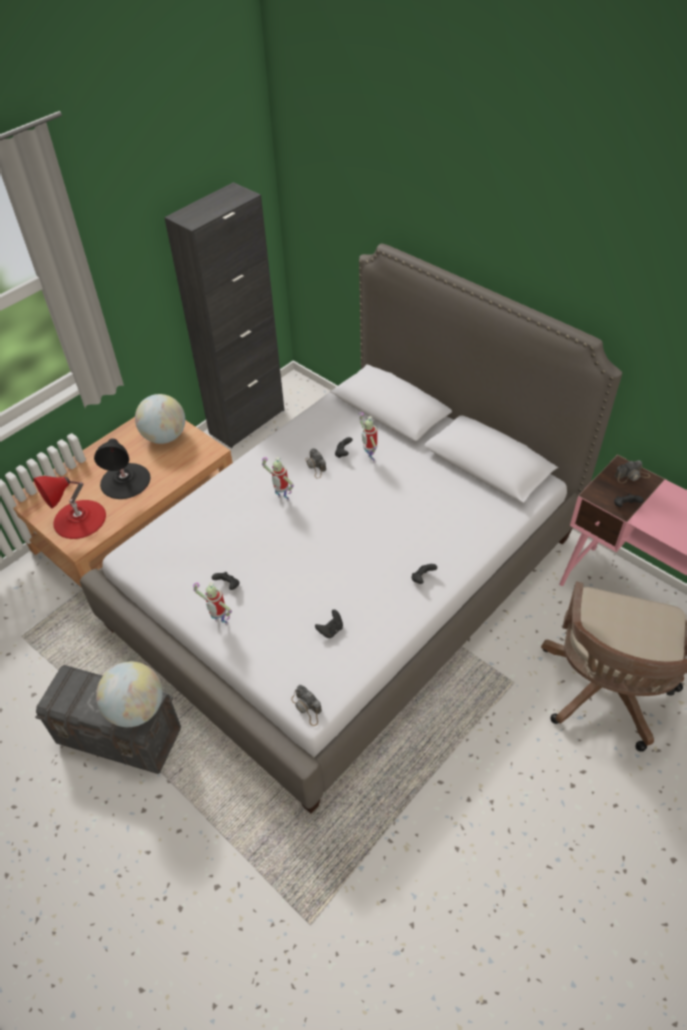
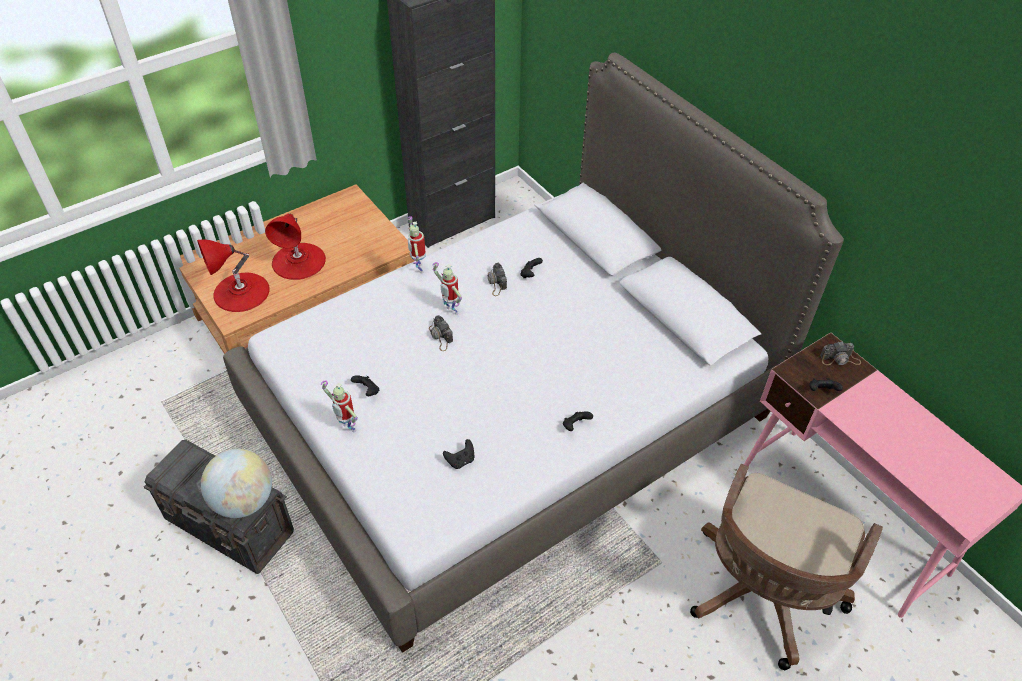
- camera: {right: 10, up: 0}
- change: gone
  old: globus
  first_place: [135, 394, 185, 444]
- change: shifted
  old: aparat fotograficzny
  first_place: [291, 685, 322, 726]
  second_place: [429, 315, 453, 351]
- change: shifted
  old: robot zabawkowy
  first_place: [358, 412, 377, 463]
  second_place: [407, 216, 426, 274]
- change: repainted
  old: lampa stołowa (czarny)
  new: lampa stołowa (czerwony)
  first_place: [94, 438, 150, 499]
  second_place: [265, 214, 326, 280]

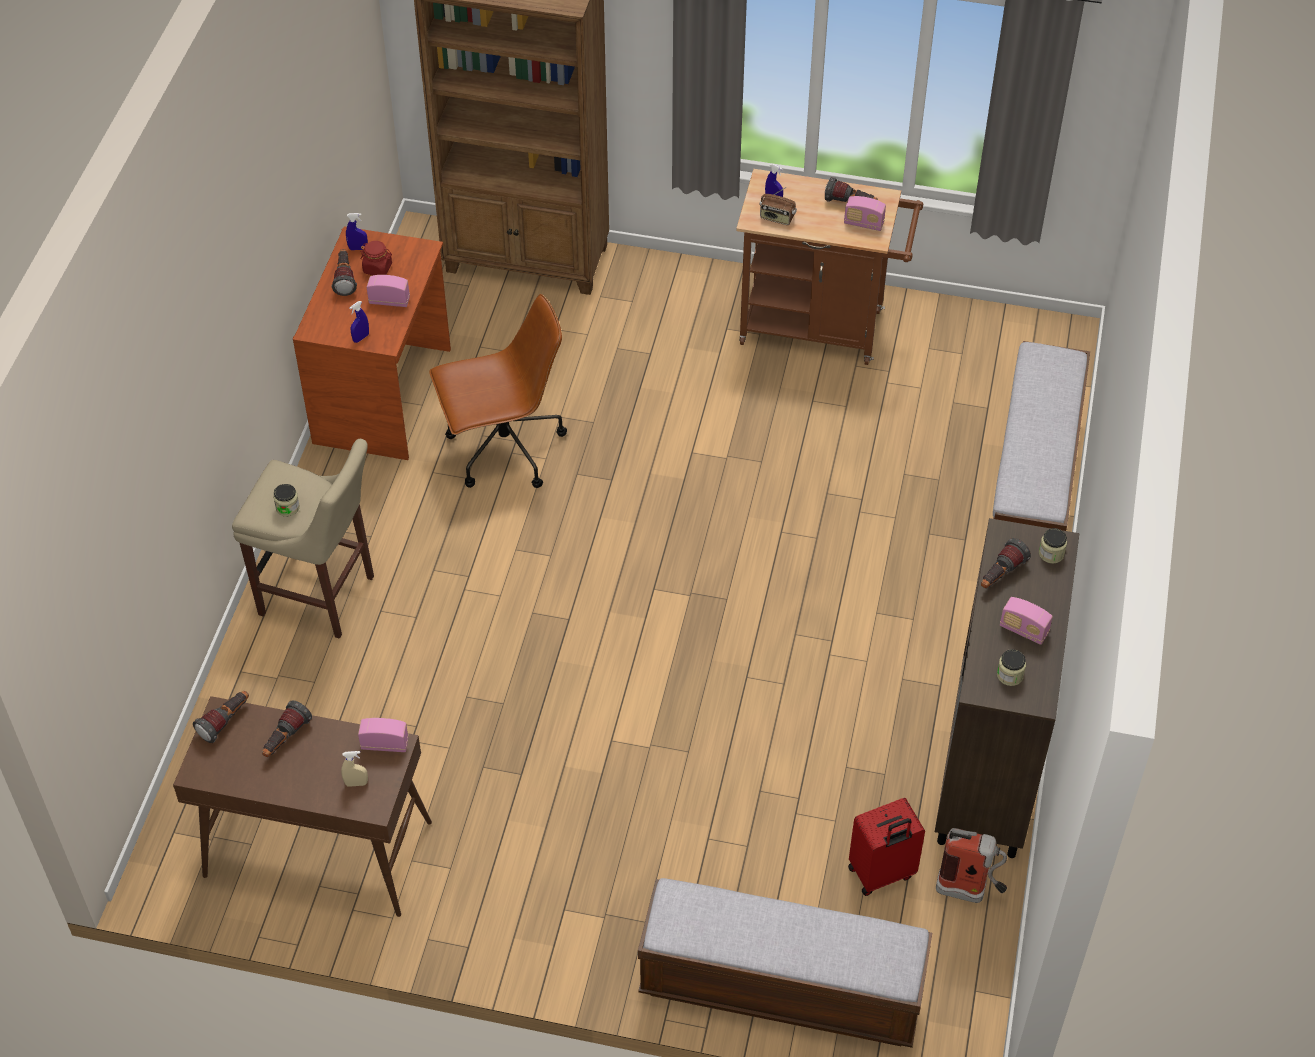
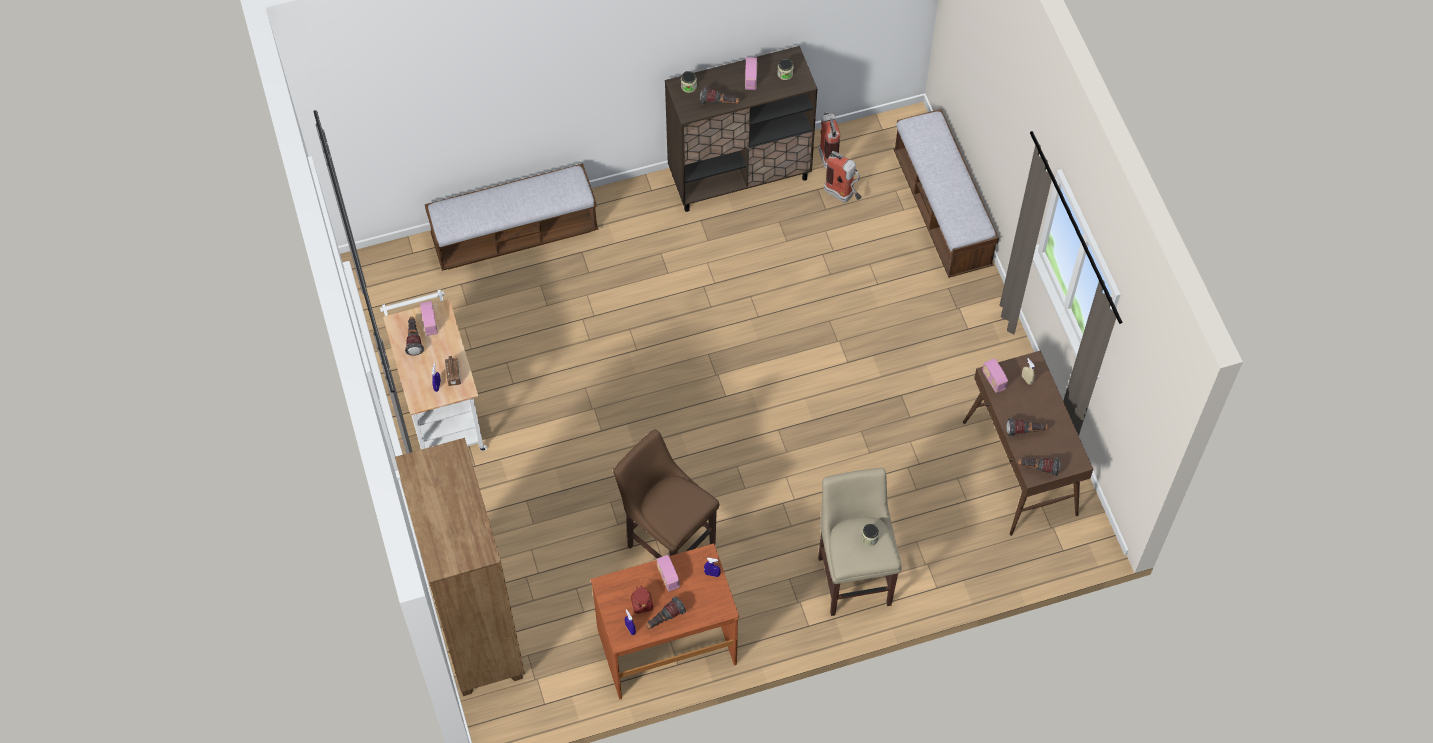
- camera: {right: -120, up: 10}
- change: swapped
  old: krzesło biurowe (brązowy)
  new: stołek (brązowy)
  first_place: [429, 294, 567, 488]
  second_place: [613, 430, 719, 558]
- change: swapped
  old: walizka (czerwony)
  new: gaśnica
  first_place: [848, 798, 925, 896]
  second_place: [824, 151, 862, 203]
- change: repainted
  old: wózek (brązowy)
  new: wózek (biały)
  first_place: [736, 169, 923, 365]
  second_place: [380, 290, 487, 451]

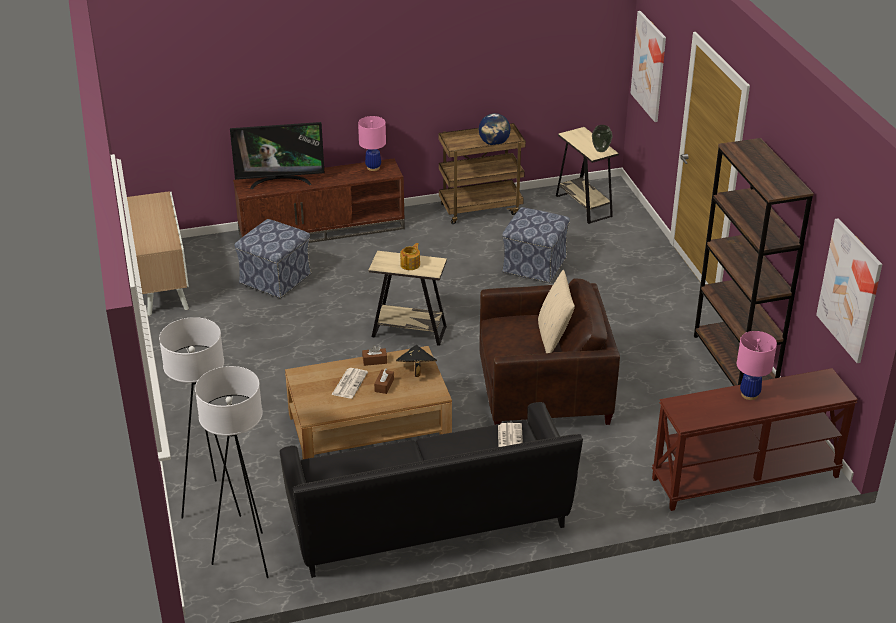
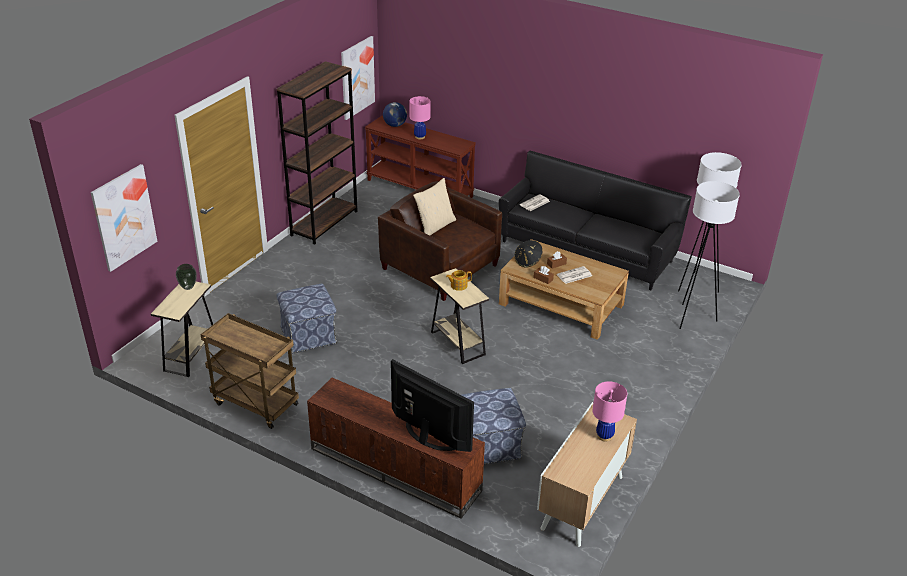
- camera: {right: -135, up: 0}
- change: shifted
  old: lampa stołowa (różowy)
  first_place: [358, 116, 386, 171]
  second_place: [593, 381, 627, 441]
- change: shifted
  old: globus
  first_place: [479, 113, 511, 145]
  second_place: [383, 102, 407, 127]

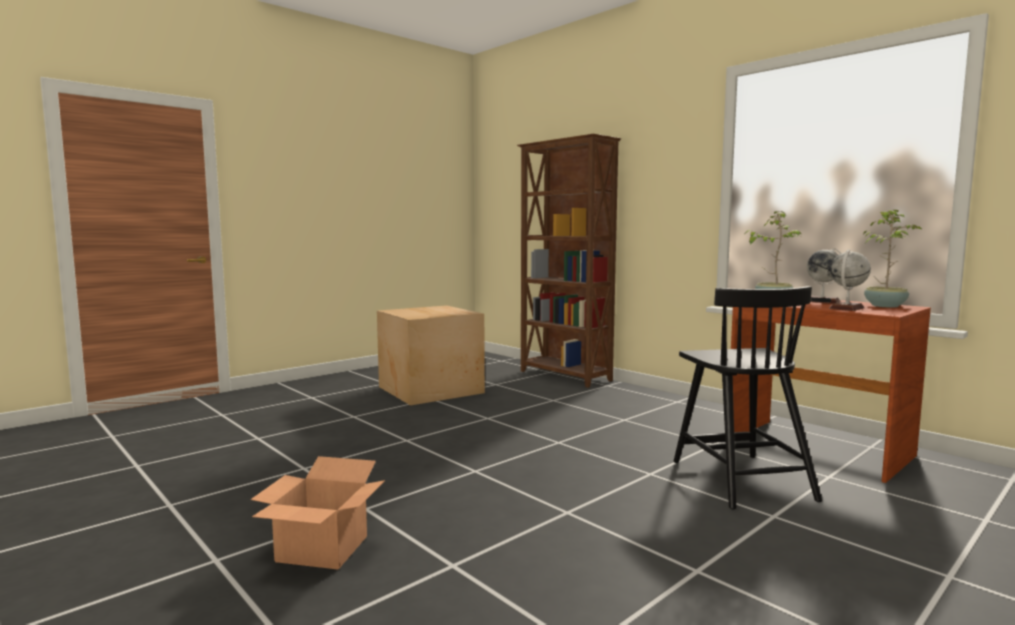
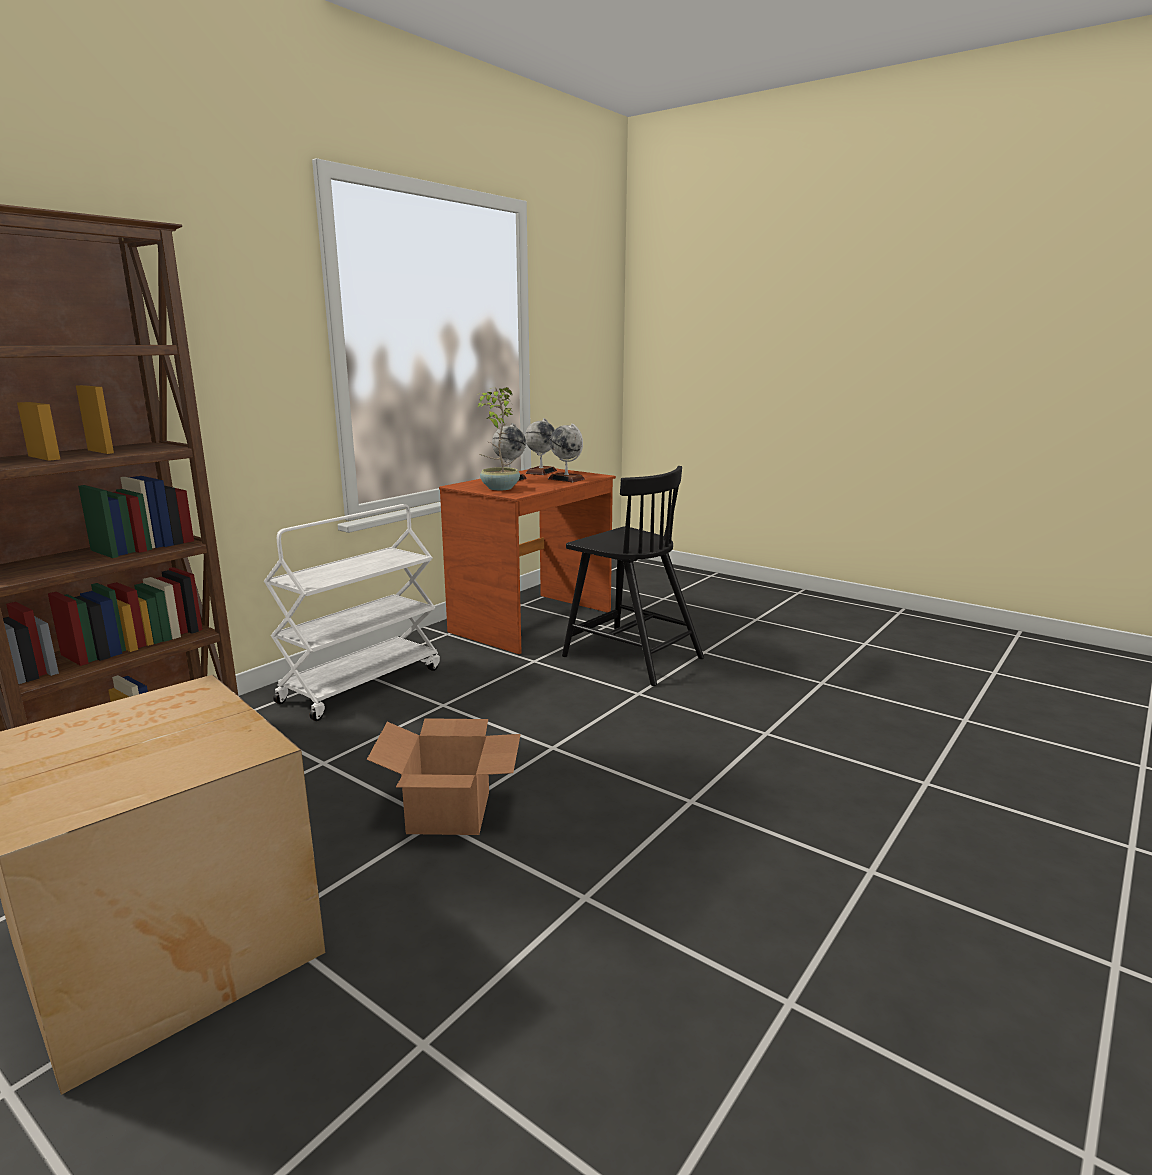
- camera: {right: -100, up: 10}
- change: new
  new: wózek (biały)
  second_place: [264, 504, 440, 721]
- change: shifted
  old: karton
  first_place: [251, 456, 385, 570]
  second_place: [367, 718, 521, 835]
- change: swapped
  old: roślina doniczkowa
  new: globus
  first_place: [863, 210, 923, 308]
  second_place: [525, 418, 557, 475]
- change: rotated
  old: krzesło (czarny)
  first_place: [673, 286, 822, 509]
  second_place: [562, 466, 704, 686]
  degrees: 60

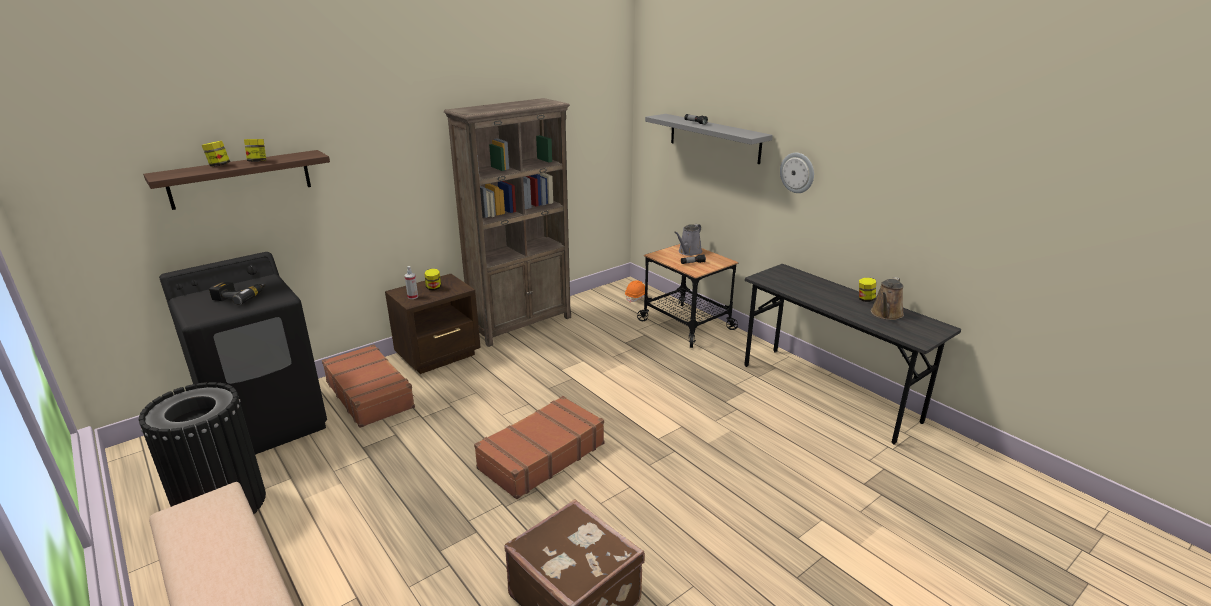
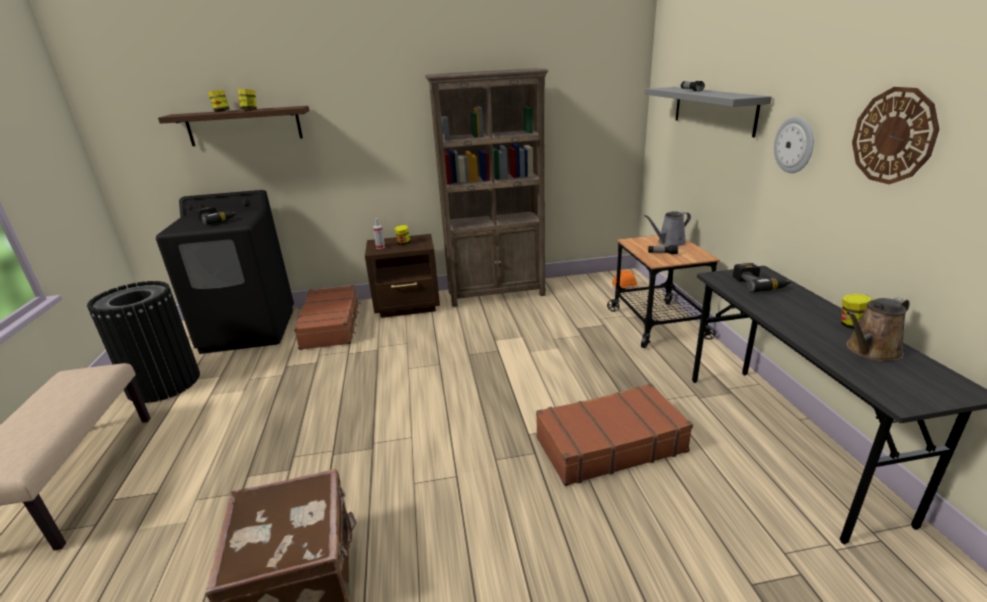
- camera: {right: 30, up: 0}
- change: new
  new: wiertarka
  second_place: [733, 263, 791, 292]
- change: new
  new: zegar ścienny
  second_place: [852, 87, 939, 184]
- change: shifted
  old: walizka (brązowy)
  first_place: [474, 396, 604, 499]
  second_place: [536, 384, 693, 486]

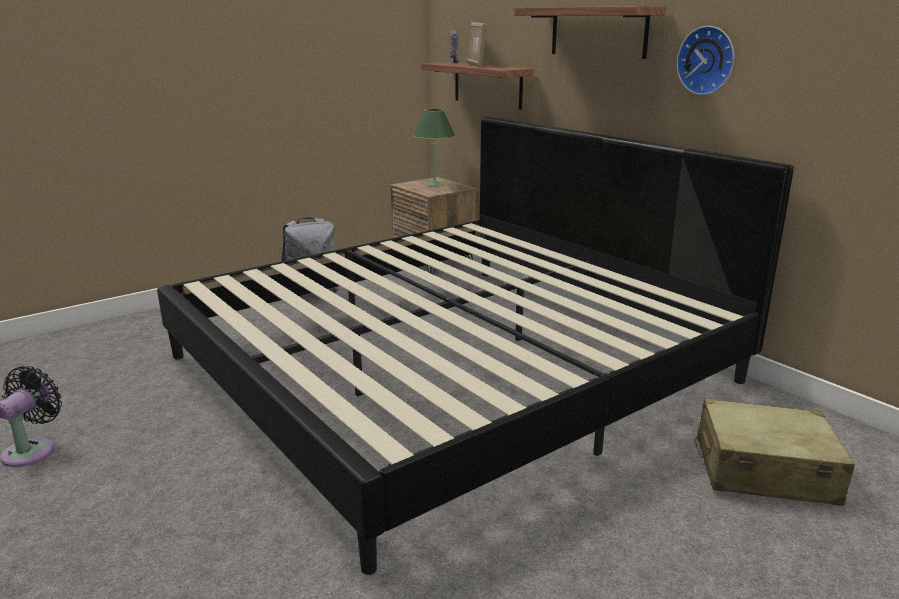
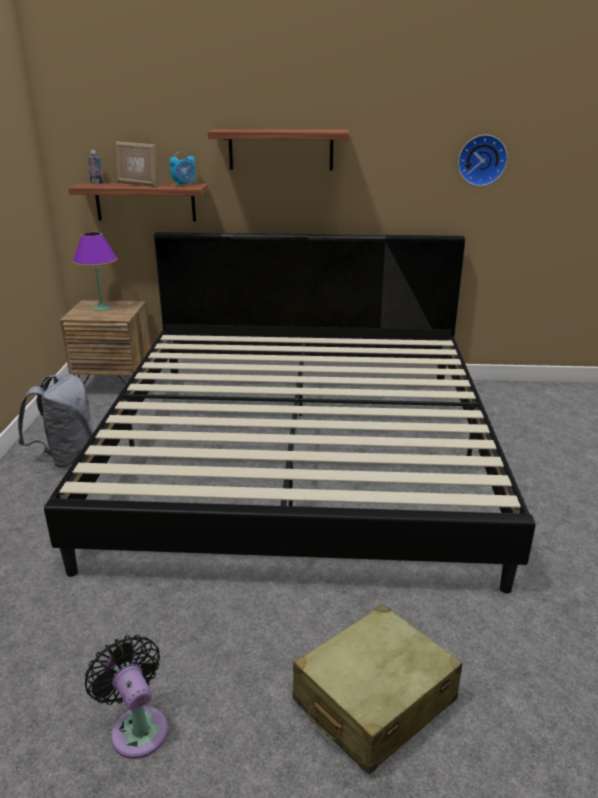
- camera: {right: -50, up: 5}
- change: new
  new: budzik
  second_place: [169, 151, 196, 187]
- change: shifted
  old: zegar ścienny
  first_place: [676, 26, 734, 95]
  second_place: [458, 135, 508, 186]
- change: shifted
  old: walizka (beżowy)
  first_place: [694, 398, 855, 506]
  second_place: [292, 604, 462, 775]
- change: repainted
  old: lampa stołowa (zielony)
  new: lampa stołowa (fioletowy)
  first_place: [413, 109, 455, 186]
  second_place: [73, 232, 117, 311]

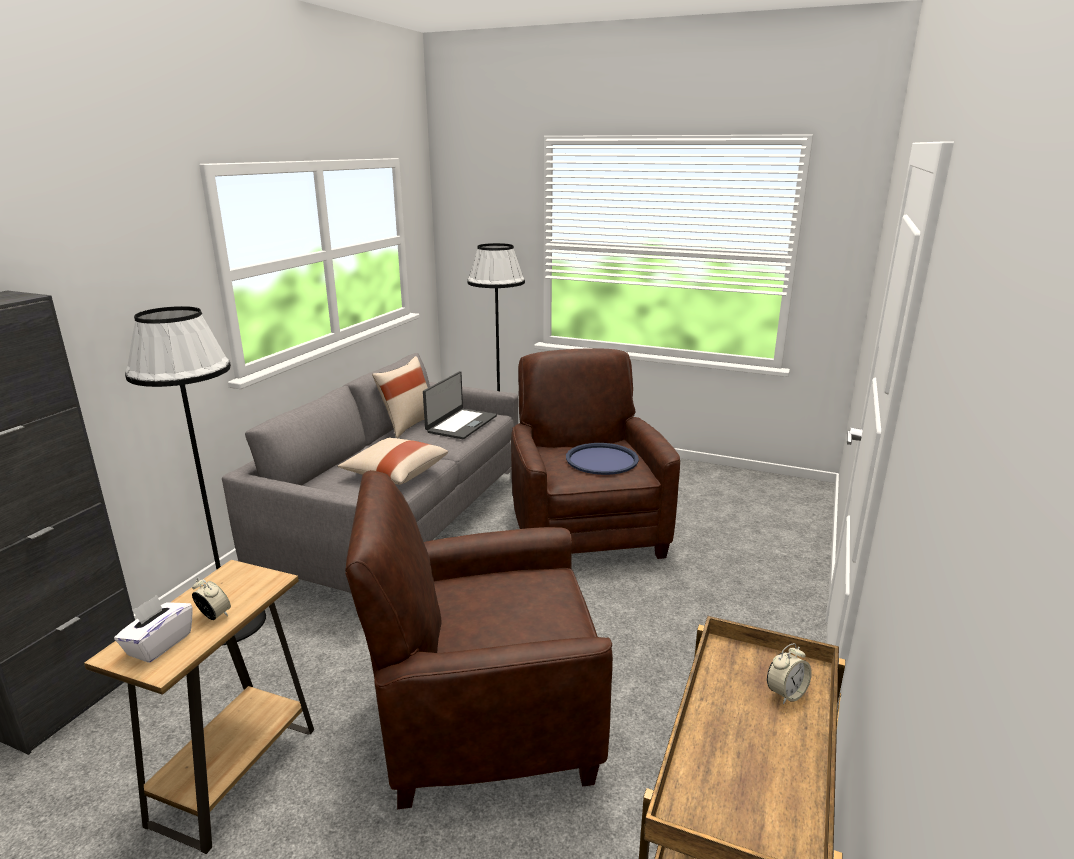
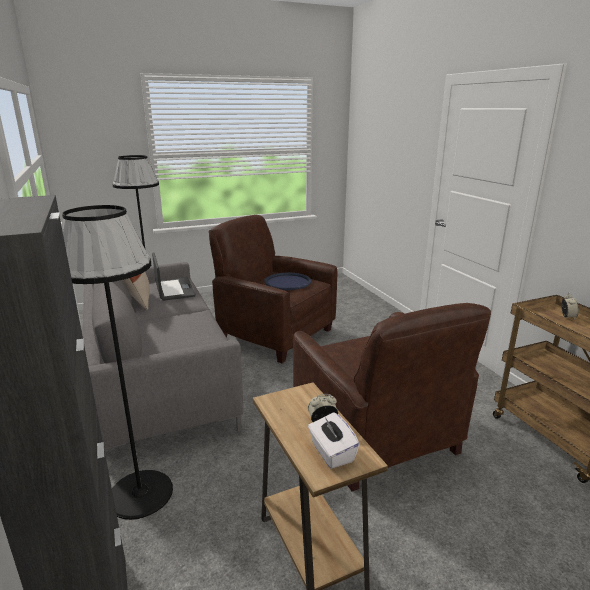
- camera: {right: -45, up: 0}
- change: gone
  old: poduszka (beżowy)
  first_place: [338, 437, 448, 485]
- change: rotated
  old: fotel (brązowy)
  first_place: [345, 470, 613, 809]
  second_place: [293, 303, 491, 492]
  degrees: -60

